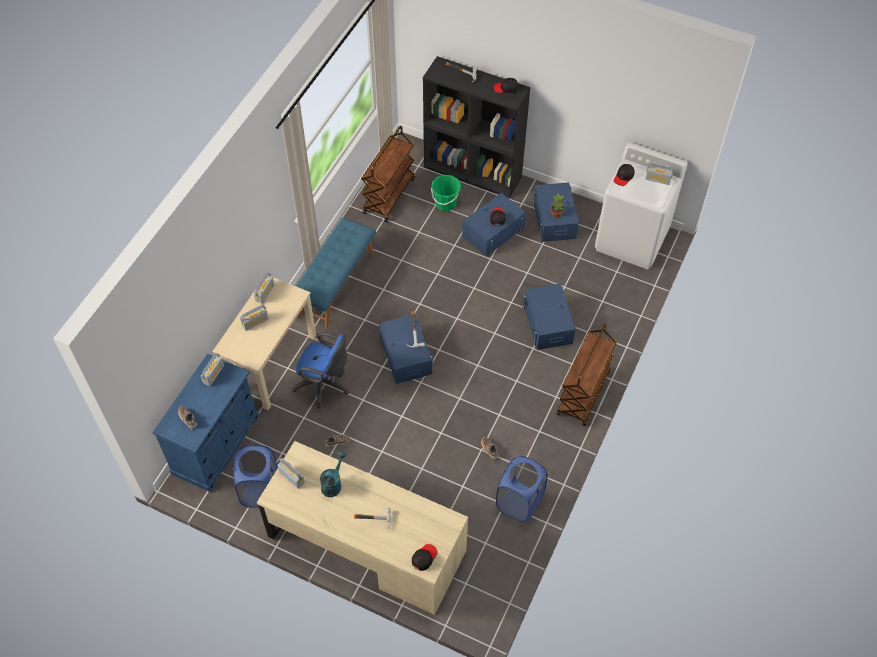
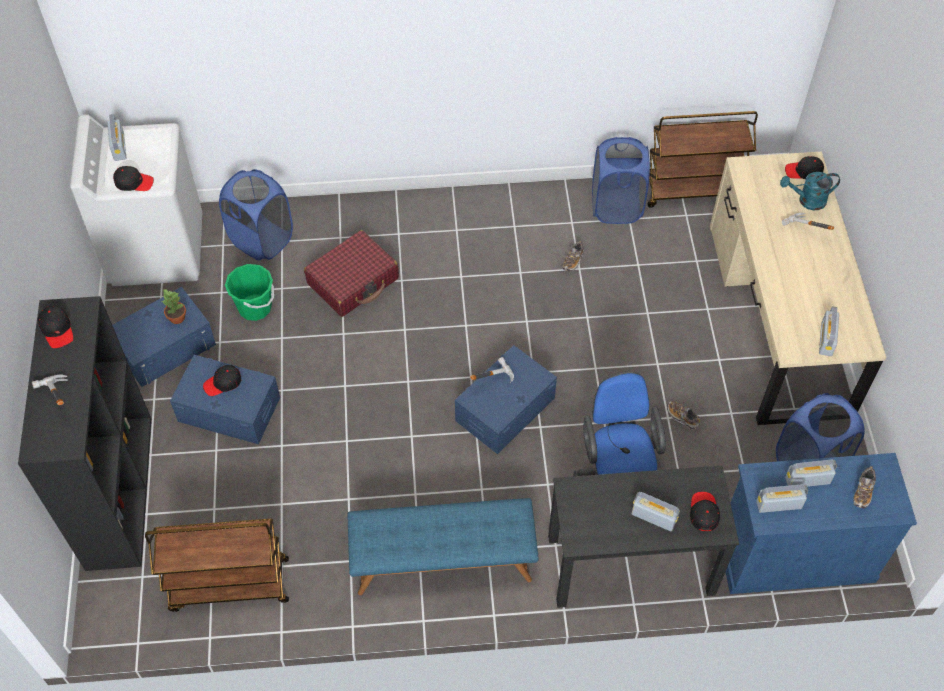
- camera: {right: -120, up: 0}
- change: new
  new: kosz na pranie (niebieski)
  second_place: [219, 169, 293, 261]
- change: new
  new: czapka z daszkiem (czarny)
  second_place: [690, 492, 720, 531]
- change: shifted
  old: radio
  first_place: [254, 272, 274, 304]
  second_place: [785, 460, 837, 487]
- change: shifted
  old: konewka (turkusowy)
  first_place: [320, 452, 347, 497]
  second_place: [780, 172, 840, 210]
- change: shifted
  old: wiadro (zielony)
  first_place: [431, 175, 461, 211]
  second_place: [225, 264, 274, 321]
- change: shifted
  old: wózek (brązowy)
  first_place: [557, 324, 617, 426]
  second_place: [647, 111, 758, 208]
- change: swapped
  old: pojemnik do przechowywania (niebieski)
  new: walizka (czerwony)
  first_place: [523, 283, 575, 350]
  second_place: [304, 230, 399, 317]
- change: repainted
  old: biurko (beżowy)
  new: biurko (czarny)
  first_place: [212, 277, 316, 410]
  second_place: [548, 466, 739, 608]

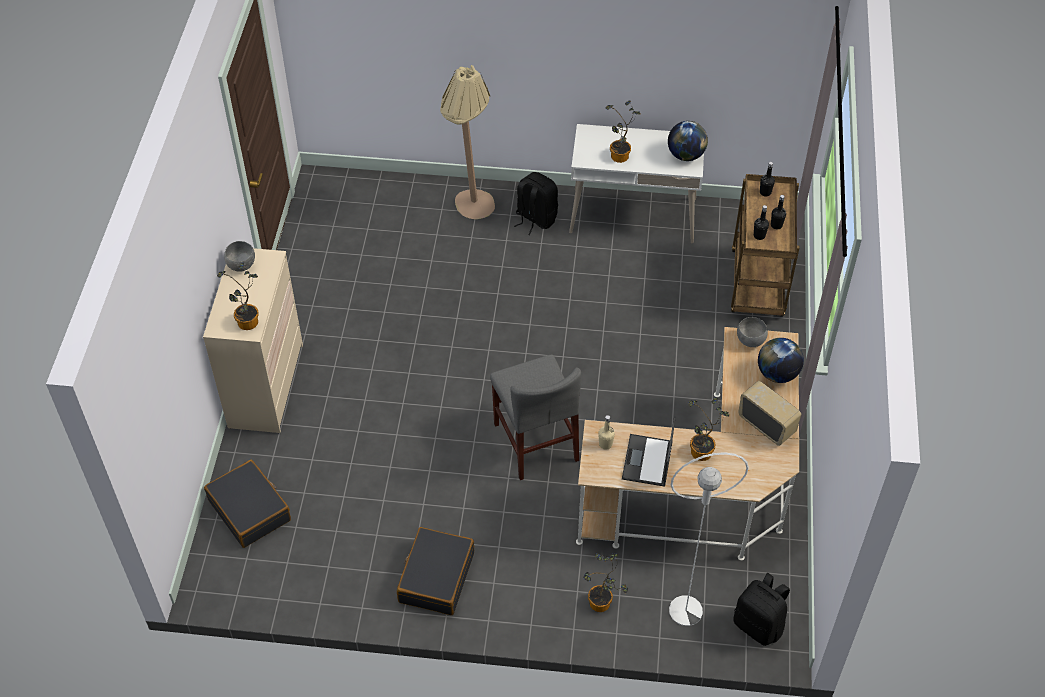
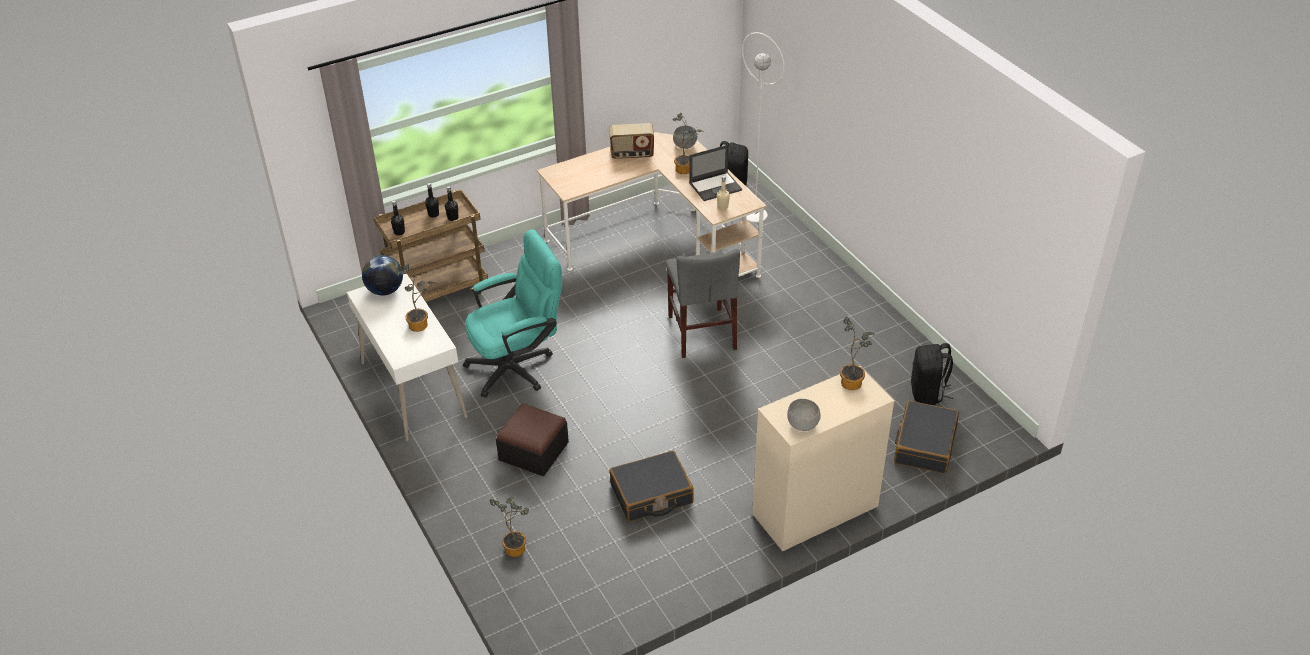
- camera: {right: -125, up: -10}
- change: gone
  old: lampa stojąca (beżowy)
  first_place: [440, 65, 495, 219]
- change: gone
  old: globus
  first_place: [758, 338, 804, 383]
- change: new
  new: krzesło biurowe (turkusowy)
  second_place: [463, 229, 562, 397]
- change: new
  new: pufa
  second_place: [496, 404, 569, 476]
- change: shifted
  old: walizka (czarny)
  first_place: [397, 527, 474, 615]
  second_place: [609, 451, 694, 521]
- change: shifted
  old: plecak (czarny)
  first_place: [514, 172, 558, 235]
  second_place: [911, 343, 953, 405]
- change: shifted
  old: roślina doniczkowa
  first_place: [583, 553, 628, 612]
  second_place: [490, 497, 529, 557]
- change: shifted
  old: miska (szary)
  first_place: [737, 317, 768, 347]
  second_place: [673, 126, 697, 149]
- change: rotated
  old: krzesło (szary)
  first_place: [490, 354, 581, 480]
  second_place: [666, 249, 740, 358]
  degrees: 135
- change: rotated
  old: radio
  first_place: [738, 381, 802, 446]
  second_place: [609, 123, 654, 159]
  degrees: -105

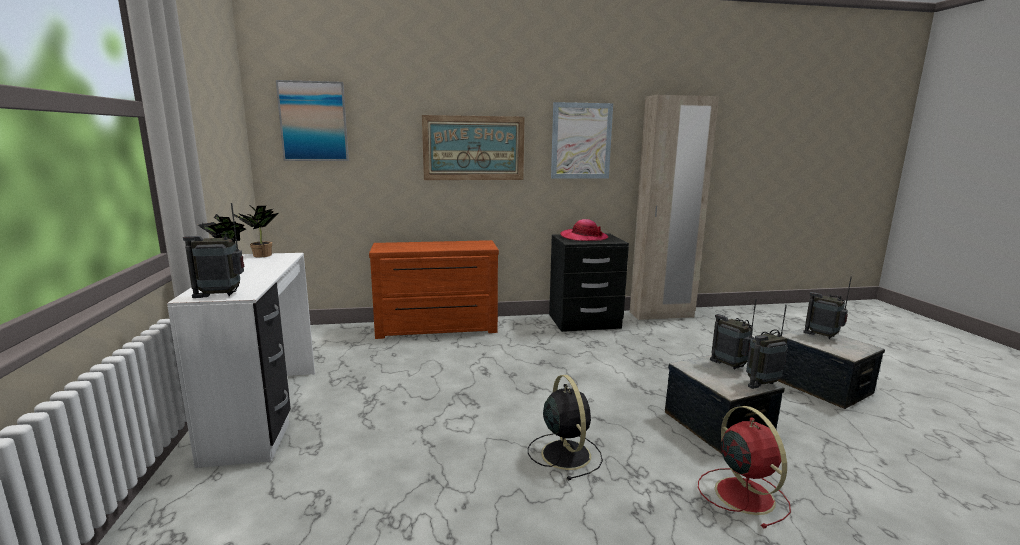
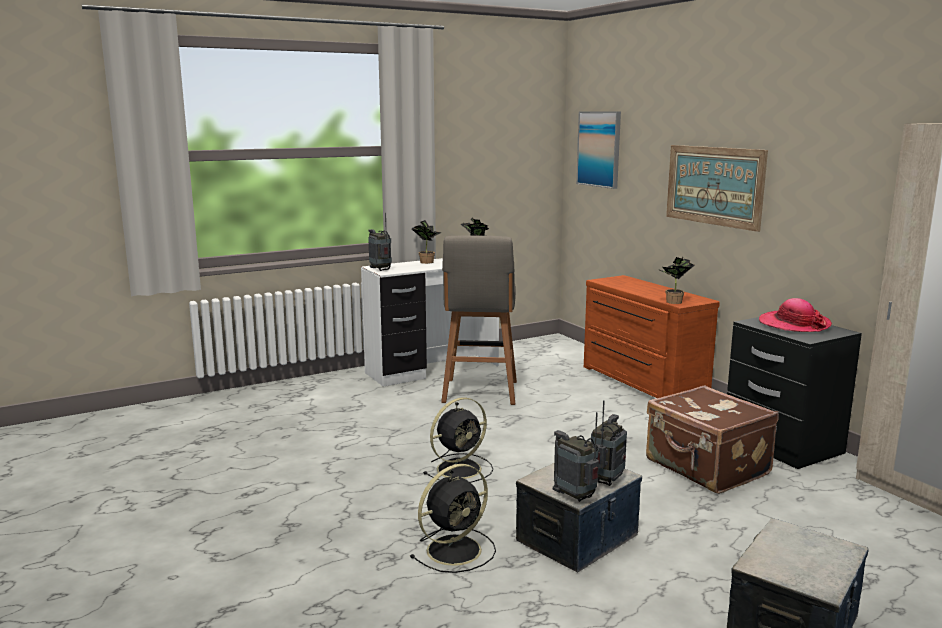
- camera: {right: 70, up: 0}
- change: gone
  old: obraz
  first_place: [551, 102, 613, 179]
- change: gone
  old: radio
  first_place: [803, 277, 852, 339]
- change: new
  new: stołek (szary)
  second_place: [441, 235, 517, 405]
- change: new
  new: walizka (brązowy)
  second_place: [646, 386, 779, 494]
- change: new
  new: roślina doniczkowa
  second_place: [660, 257, 694, 304]
- change: repainted
  old: wentylator (czerwony)
  new: wentylator (czarny)
  first_place: [698, 406, 791, 528]
  second_place: [410, 464, 496, 573]

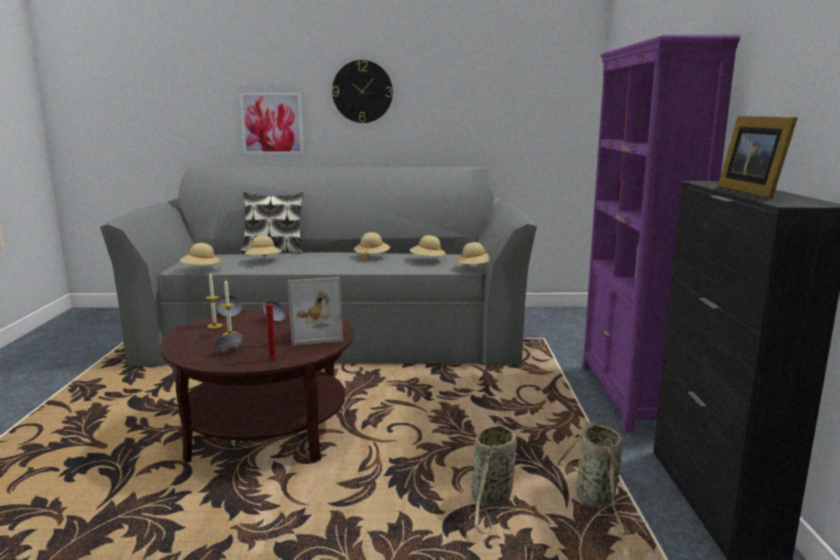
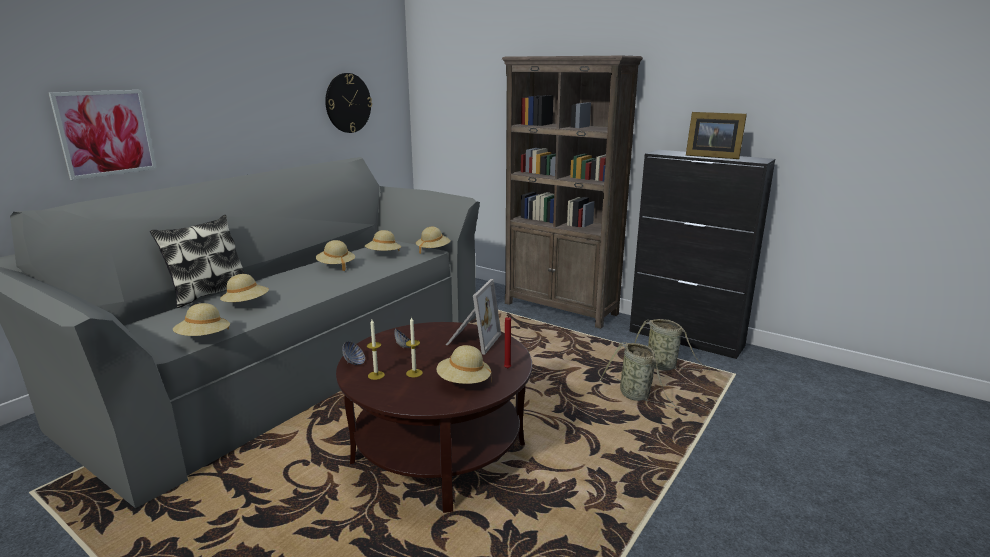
- camera: {right: -55, up: 5}
- change: shifted
  old: zegar ścienny
  first_place: [332, 60, 393, 123]
  second_place: [325, 73, 372, 133]
- change: swapped
  old: miska
  new: kapelusz (beżowy)
  first_place: [214, 333, 243, 352]
  second_place: [437, 345, 492, 384]
- change: repainted
  old: regał (fioletowy)
  new: regał (brązowy)
  first_place: [582, 35, 740, 433]
  second_place: [502, 56, 643, 329]

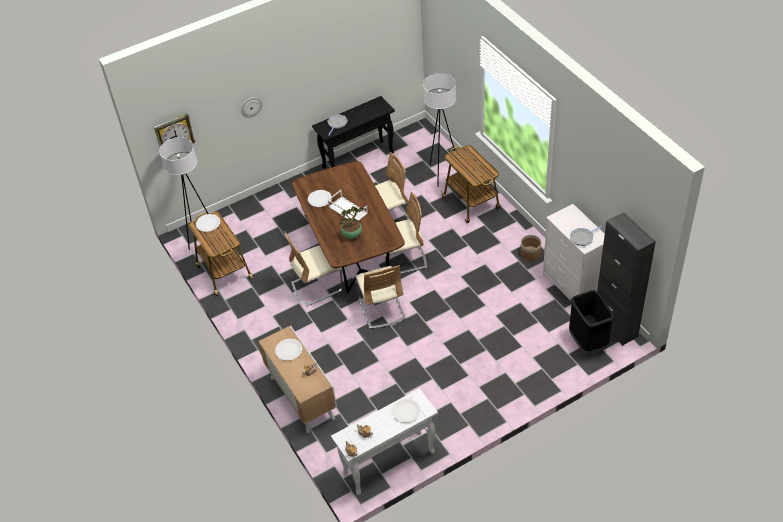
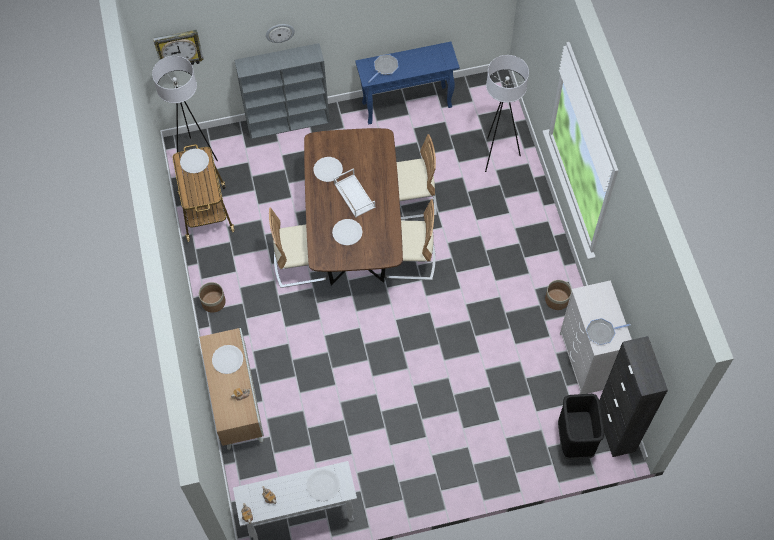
- camera: {right: 15, up: 15}
- change: gone
  old: krzesło (beżowy)
  first_place: [355, 265, 406, 329]
- change: gone
  old: wózek
  first_place: [441, 145, 500, 223]
- change: new
  new: donica
  second_place: [199, 282, 226, 313]
- change: new
  new: regał (szary)
  second_place: [235, 43, 330, 139]
- change: swapped
  old: roślina doniczkowa
  new: talerz (biały)
  first_place: [339, 206, 364, 239]
  second_place: [332, 219, 363, 245]
- change: repainted
  old: stolik konsolowy (czarny)
  new: stolik konsolowy (niebieski)
  first_place: [312, 96, 395, 169]
  second_place: [355, 42, 460, 124]

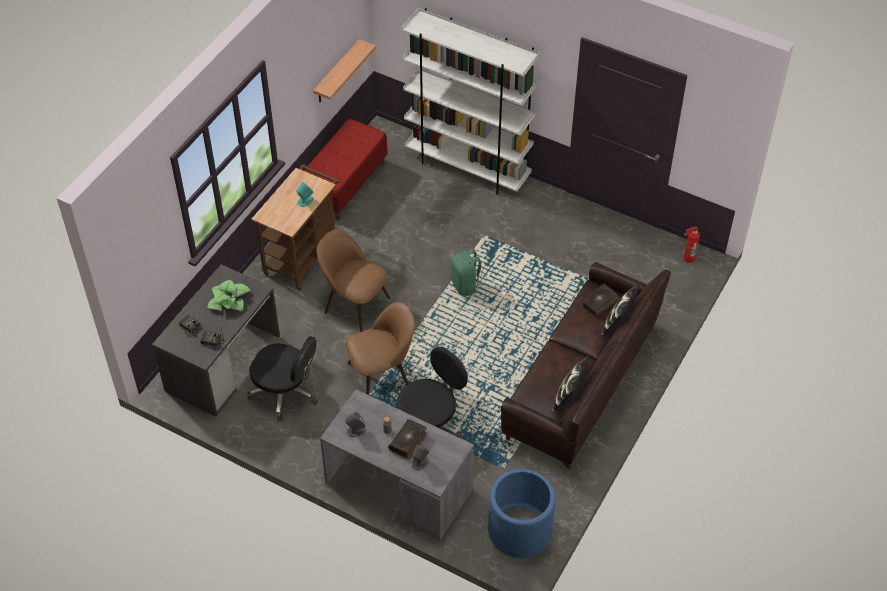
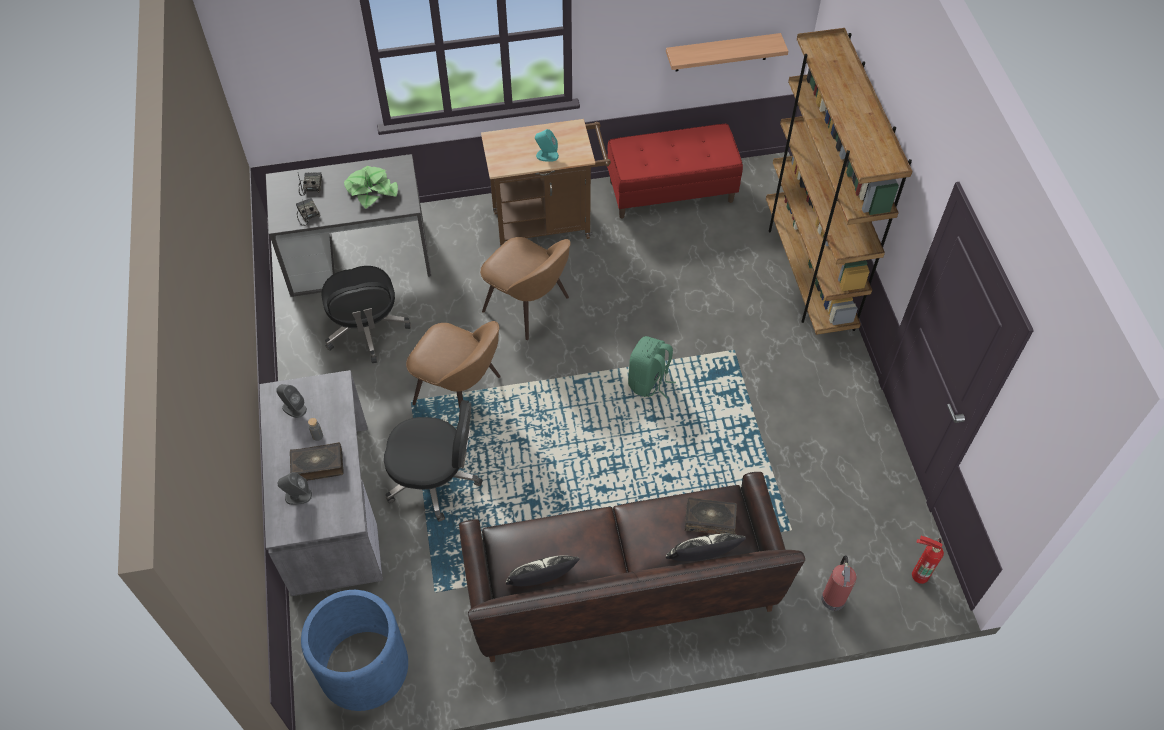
- camera: {right: 50, up: 5}
- change: new
  new: gaśnica
  second_place: [821, 555, 856, 611]
- change: repainted
  old: regał (biały)
  new: regał (brązowy)
  first_place: [401, 8, 540, 195]
  second_place: [766, 28, 913, 335]
- change: rotated
  old: krzesło (brązowy)
  first_place: [317, 230, 390, 332]
  second_place: [480, 237, 571, 340]
  degrees: 135

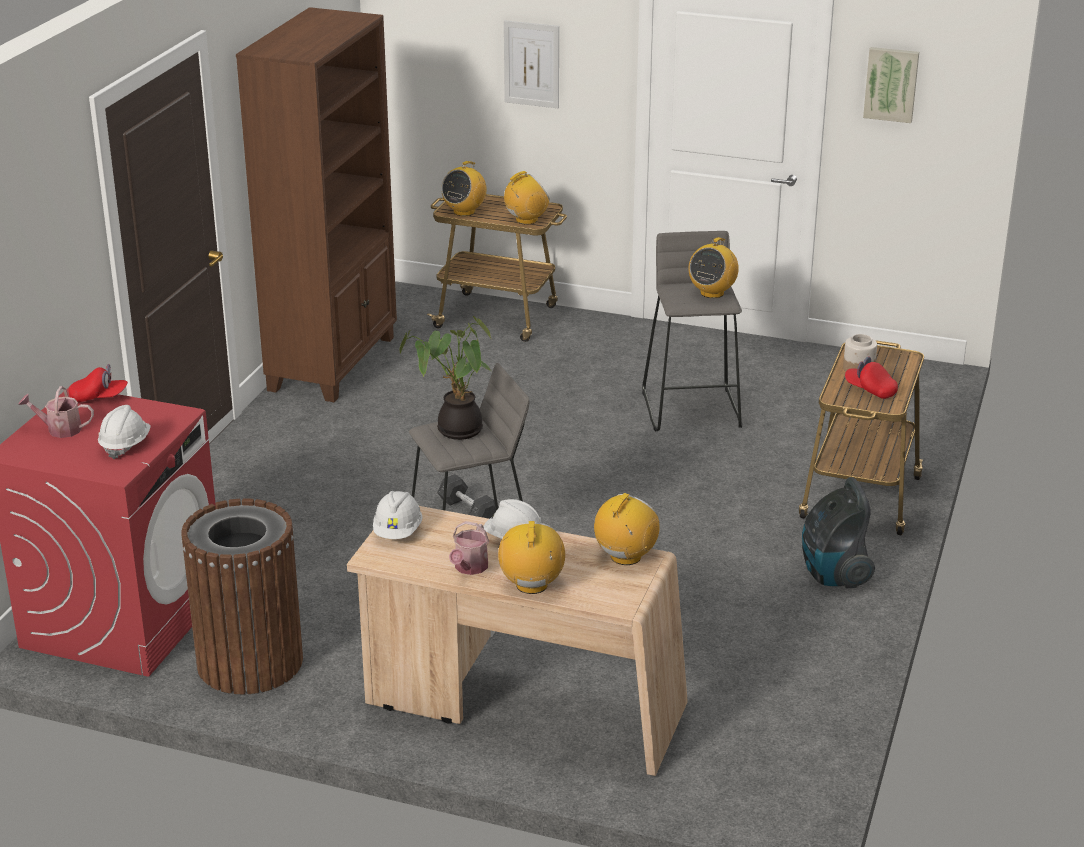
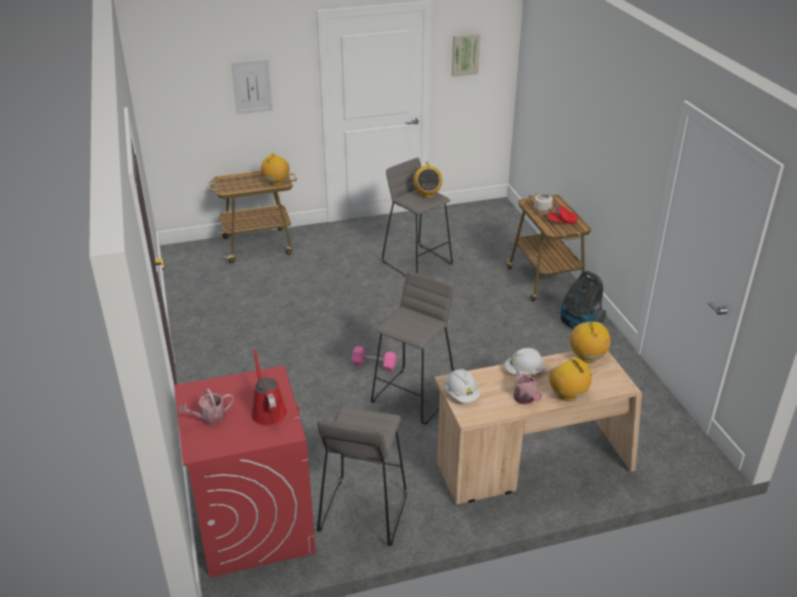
- camera: {right: -35, up: 5}
- change: gone
  old: czapka z daszkiem (czerwony)
  first_place: [69, 364, 128, 403]
- change: gone
  old: regał (brązowy)
  first_place: [236, 7, 397, 402]
- change: gone
  old: roślina doniczkowa
  first_place: [399, 316, 491, 440]
- change: gone
  old: radio
  first_place: [441, 161, 487, 216]
- change: swapped
  old: kask (biały)
  new: konewka (czerwony)
  first_place: [98, 405, 151, 459]
  second_place: [251, 348, 287, 426]
- change: swapped
  old: kosz na śmieci (brązowy)
  new: stołek (szary)
  first_place: [181, 498, 303, 695]
  second_place: [317, 406, 407, 546]
- change: repainted
  old: hantel (szary)
  new: hantel (różowy)
  first_place: [437, 474, 499, 519]
  second_place: [351, 346, 397, 371]

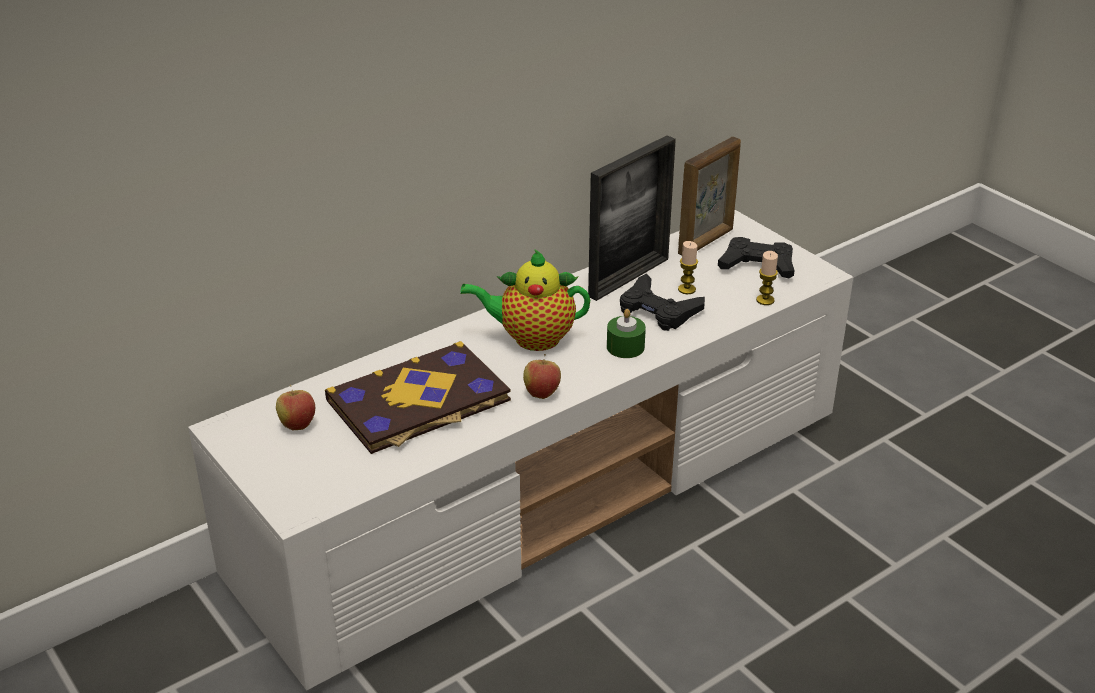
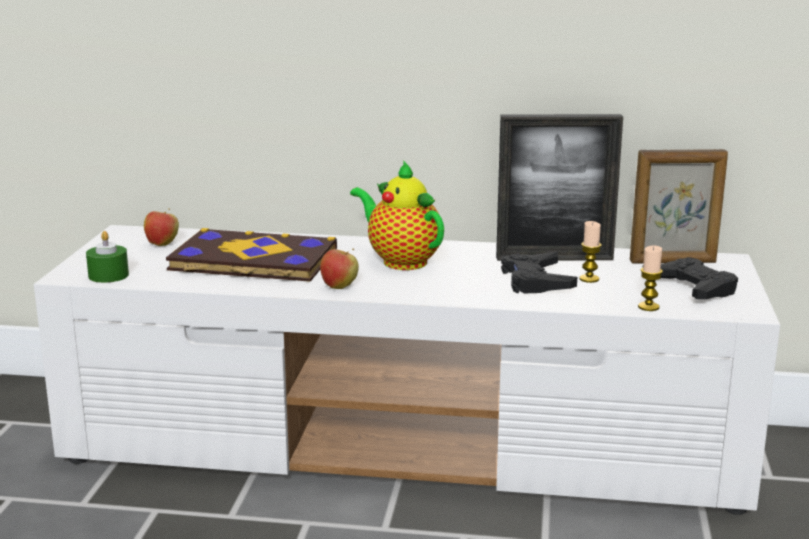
- camera: {right: 45, up: -15}
- change: shifted
  old: świeca (zielony)
  first_place: [607, 309, 646, 358]
  second_place: [86, 231, 129, 283]

